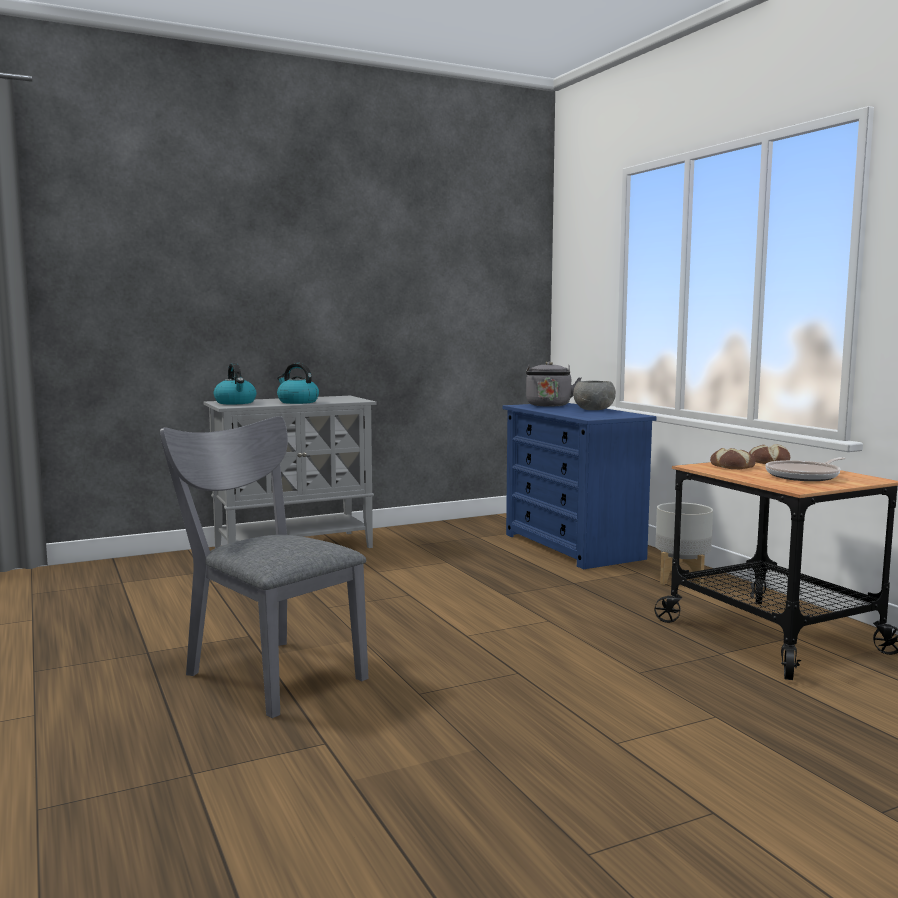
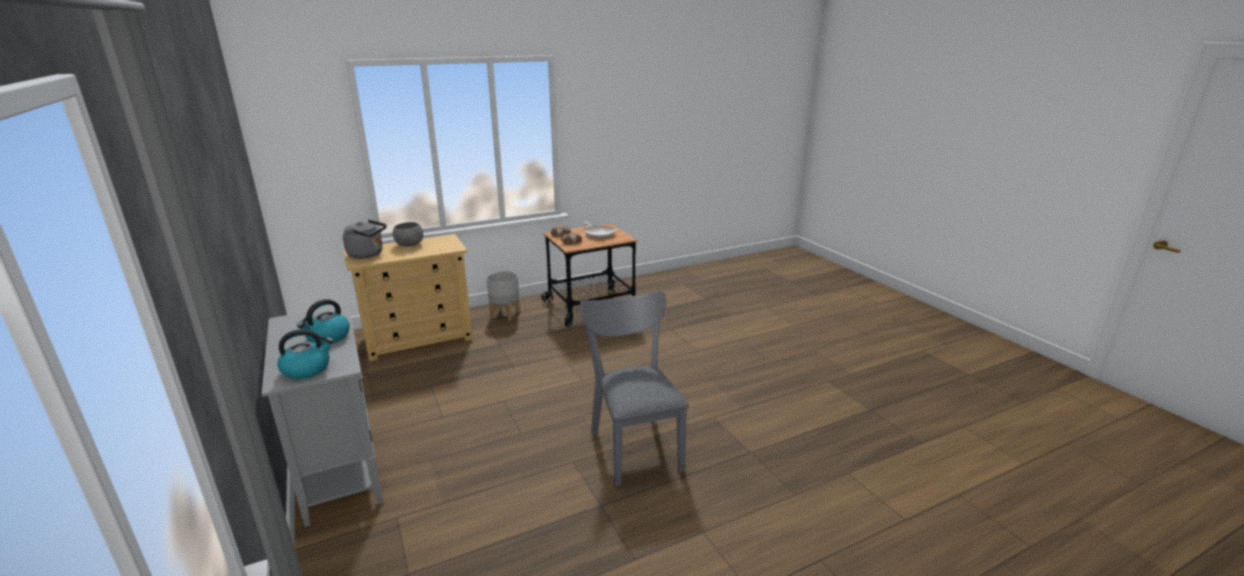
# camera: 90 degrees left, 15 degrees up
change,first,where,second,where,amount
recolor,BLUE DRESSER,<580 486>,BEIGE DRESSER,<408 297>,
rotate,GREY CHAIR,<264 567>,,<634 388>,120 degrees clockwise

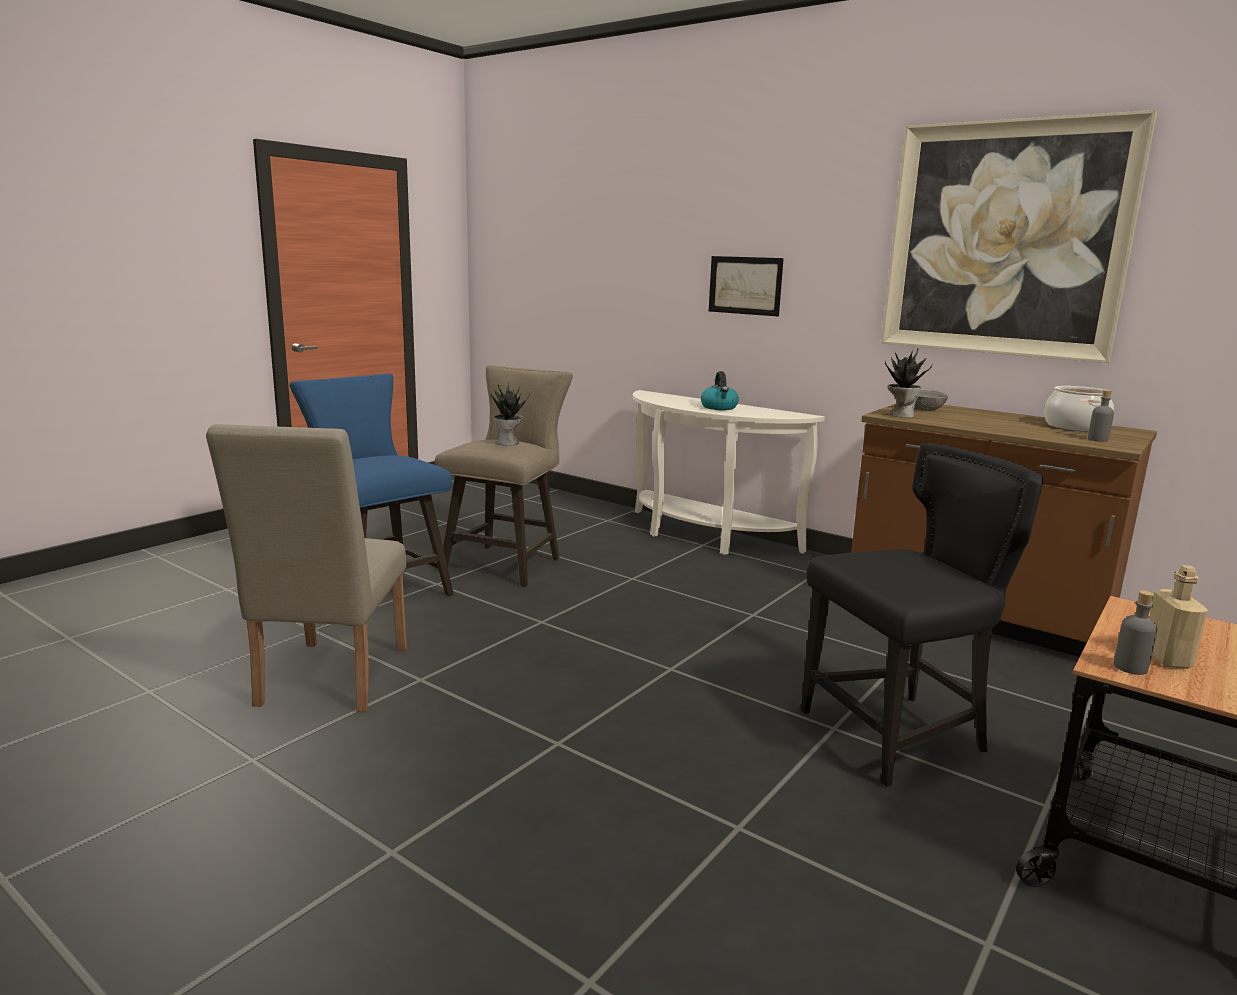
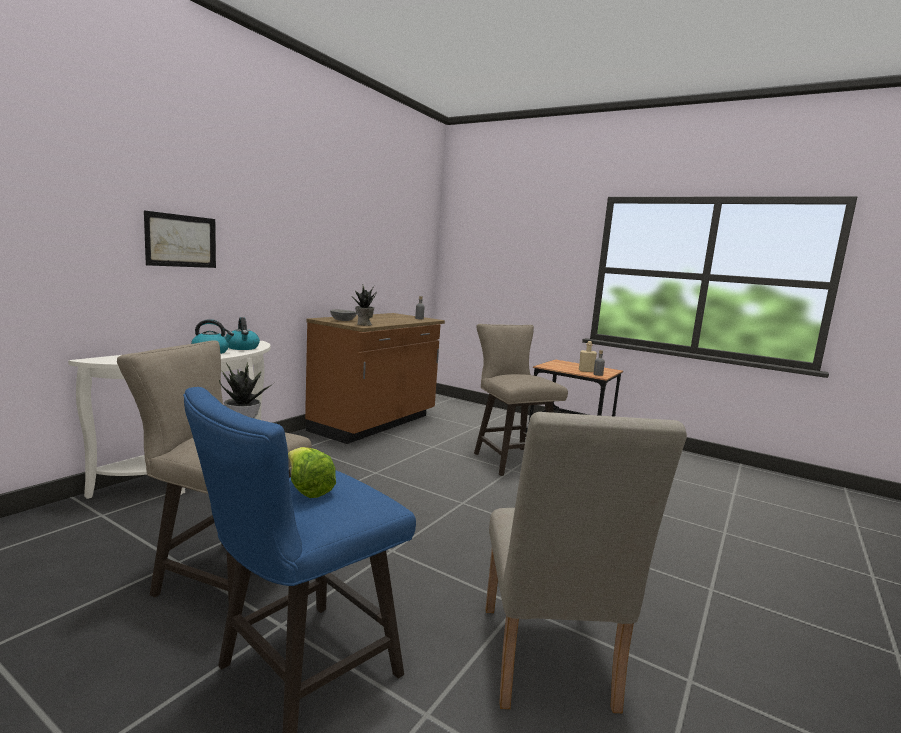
# camera: 95 degrees left, 5 degrees down
change,first,where,second,where,amount
delete,PICTURE,<1019 236>,,,
delete,COOKING POT,<1079 409>,,,
rotate,BEIGE CHAIR,<306 568>,,<586 562>,90 degrees clockwise
replace,BLACK CHAIR,<922 614>,BEIGE STOOL,<521 400>,
insert,,,KETTLE,<244 333>,
insert,,,LETTUCE,<312 472>,

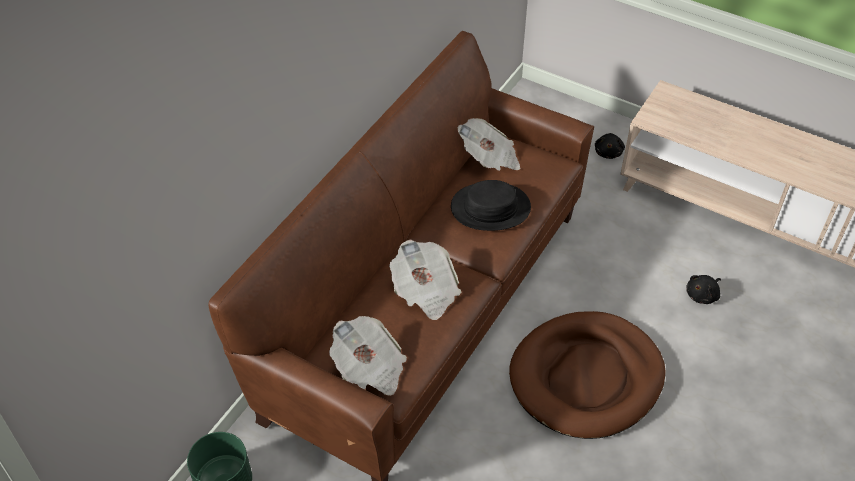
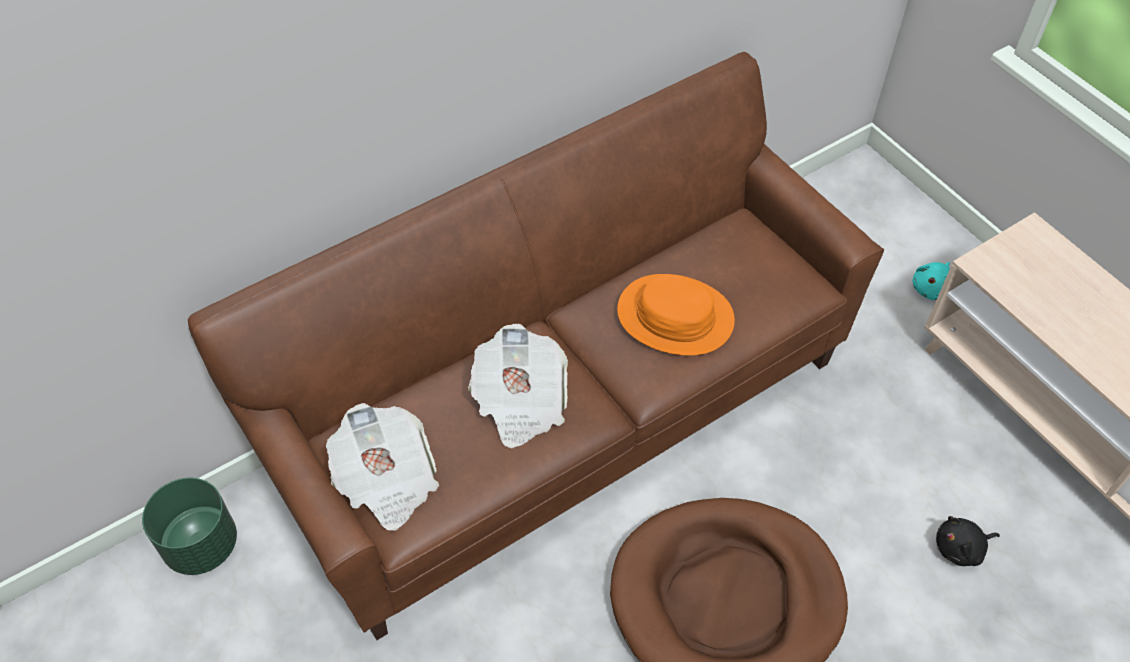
# camera: 25 degrees right, 5 degrees up
change,first,where,second,where,amount
delete,NEWSPAPER,<489 144>,,,
recolor,BLACK PLUSH TOY,<610 146>,TURQUOISE PLUSH TOY,<931 281>,
recolor,BLACK HAT,<491 205>,ORANGE HAT,<676 314>,

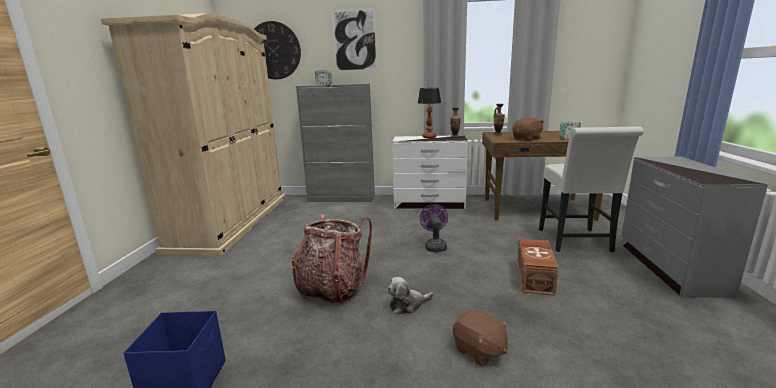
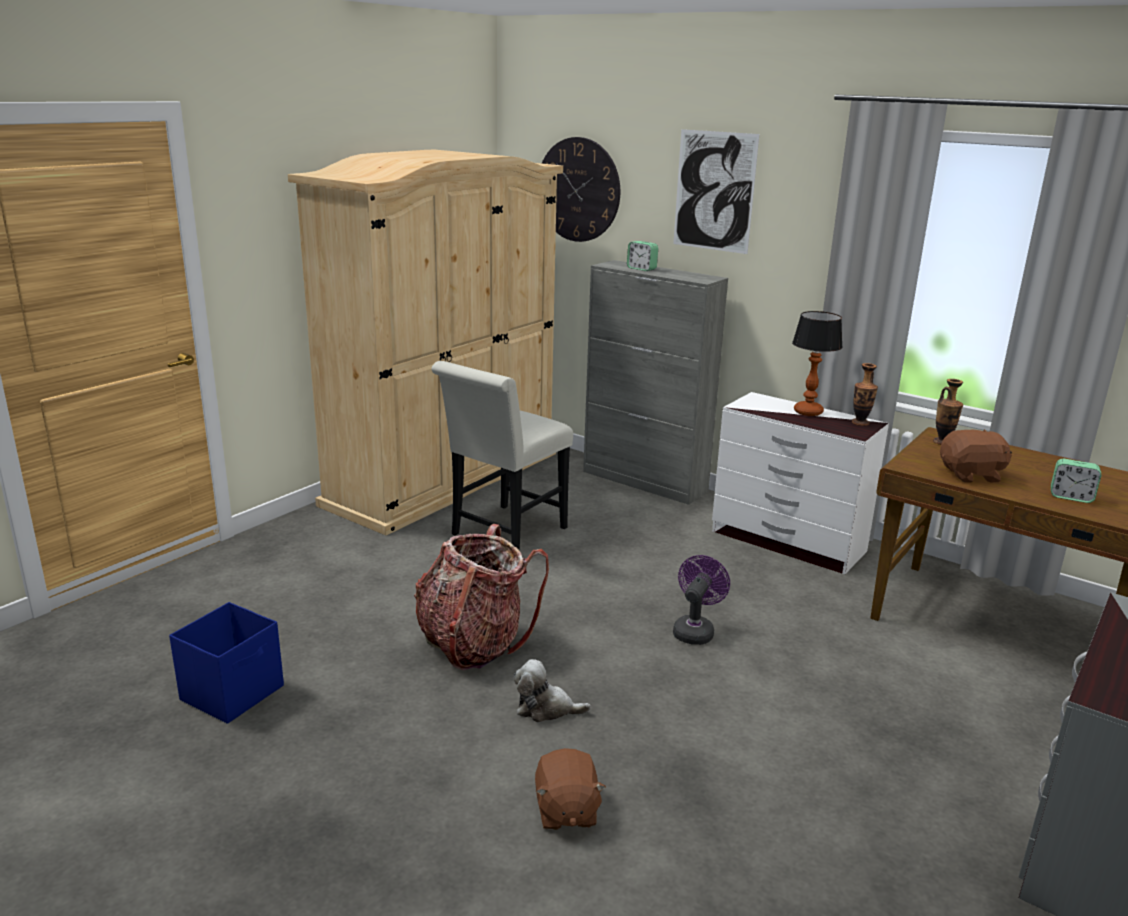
# camera: 30 degrees right, 5 degrees up
change,first,where,second,where,amount
move,WHITE CHAIR,<591 189>,,<502 456>,
delete,BROWN STORAGE BOX,<538 267>,,,

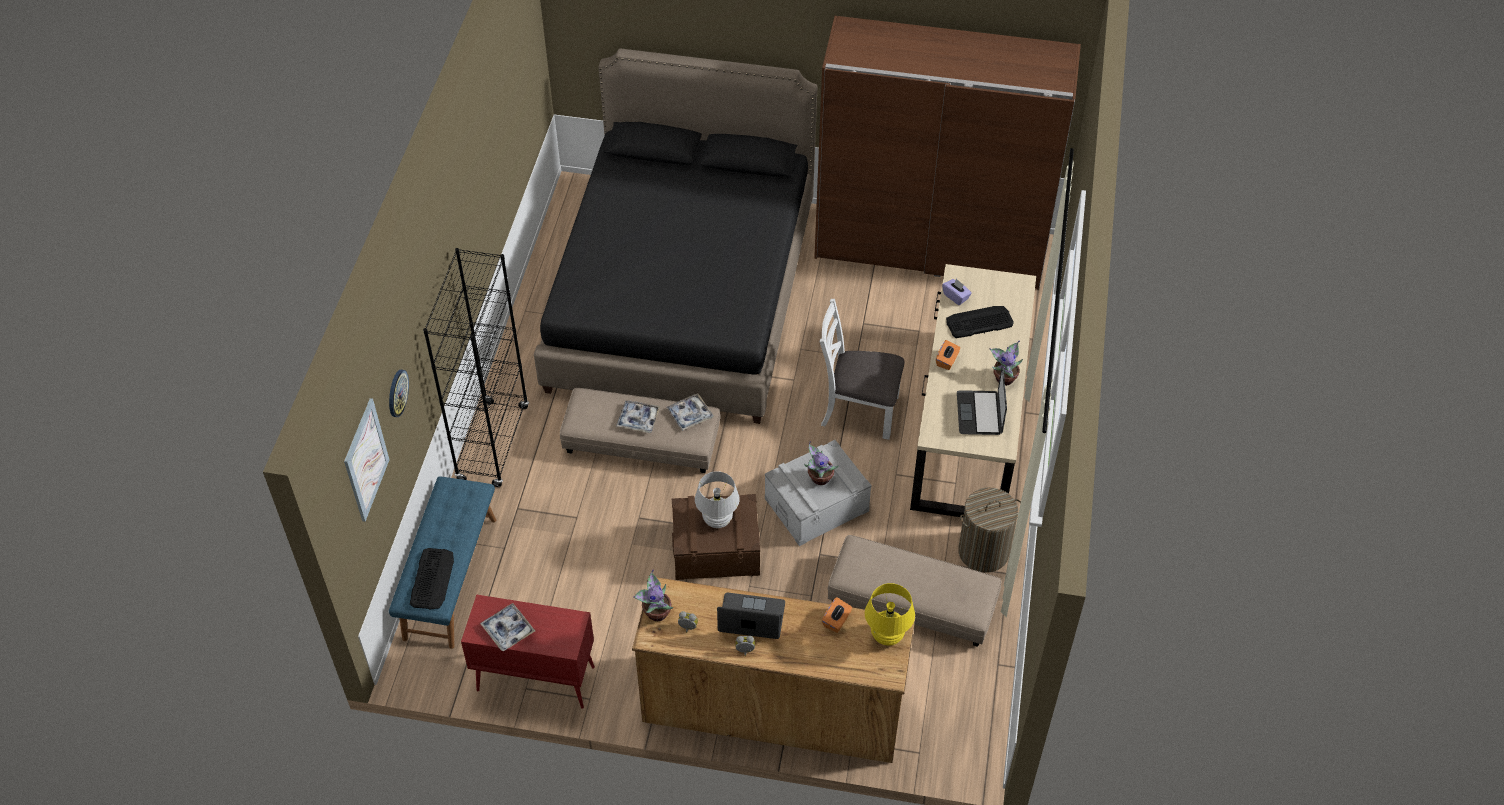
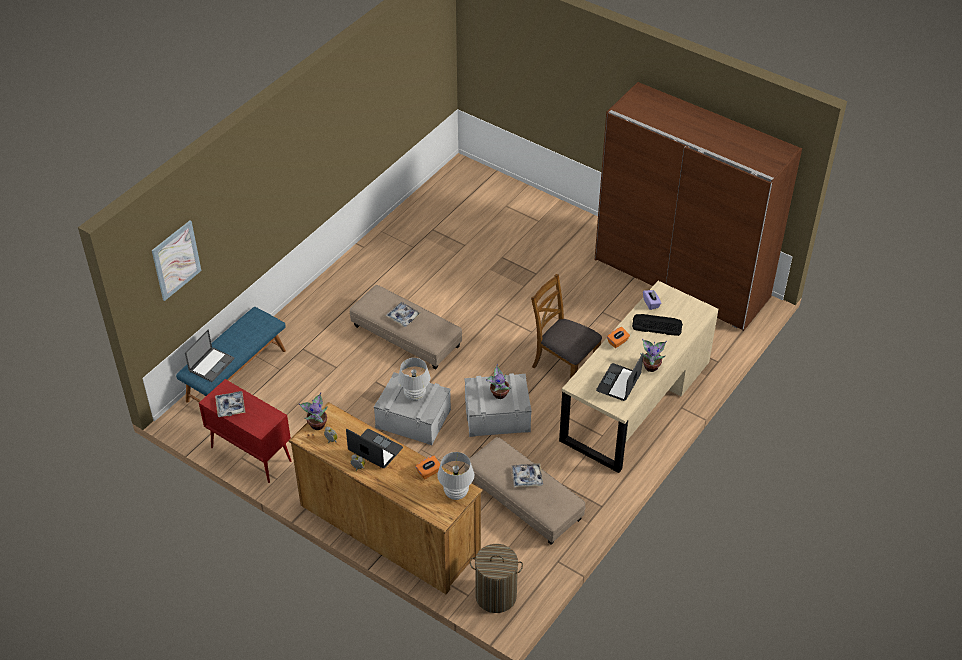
# camera: 25 degrees right, 5 degrees down
change,first,where,second,where,amount
delete,BLACK BED,<675 236>,,,
delete,BLACK BOOKCASE,<476 367>,,,
recolor,WHITE CHAIR,<862 369>,BROWN CHAIR,<566 326>,
delete,WALL CLOCK,<399 393>,,,
move,TRAY,<690 412>,,<527 475>,
move,LAUNDRY BASKET,<989 530>,,<496 578>,
recolor,BROWN STORAGE BOX,<716 536>,GREY STORAGE BOX,<412 408>,
replace,KEYBOARD,<432 579>,LAPTOP,<210 355>,
recolor,YELLOW TABLE LAMP,<890 614>,WHITE TABLE LAMP,<455 476>,

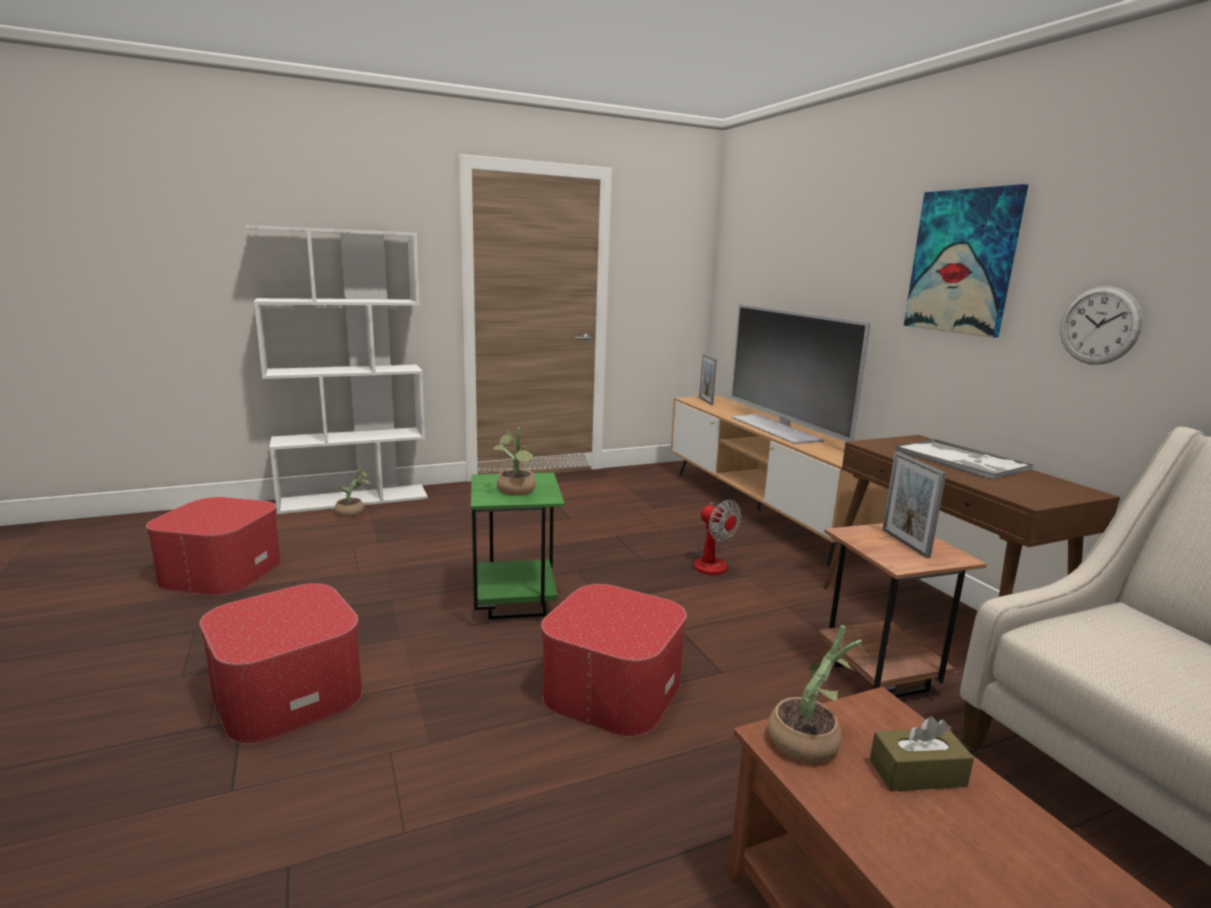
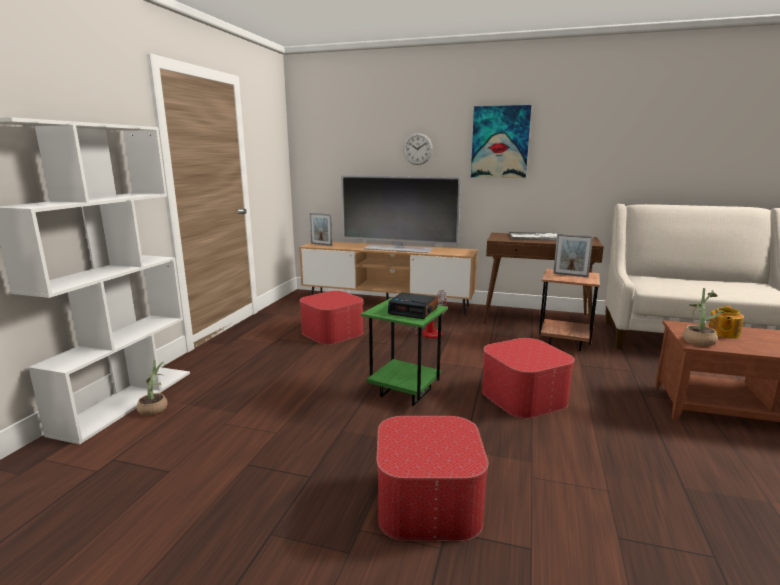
# camera: 50 degrees left, 0 degrees up
change,first,where,second,where,amount
move,WALL CLOCK,<1101 325>,,<418 149>,
replace,POTTED PLANT,<514 461>,ALARM CLOCK,<413 306>,
move,OTTOMAN,<213 546>,,<331 318>,
replace,BROWN TISSUE BOX,<922 754>,TEAPOT,<726 322>,

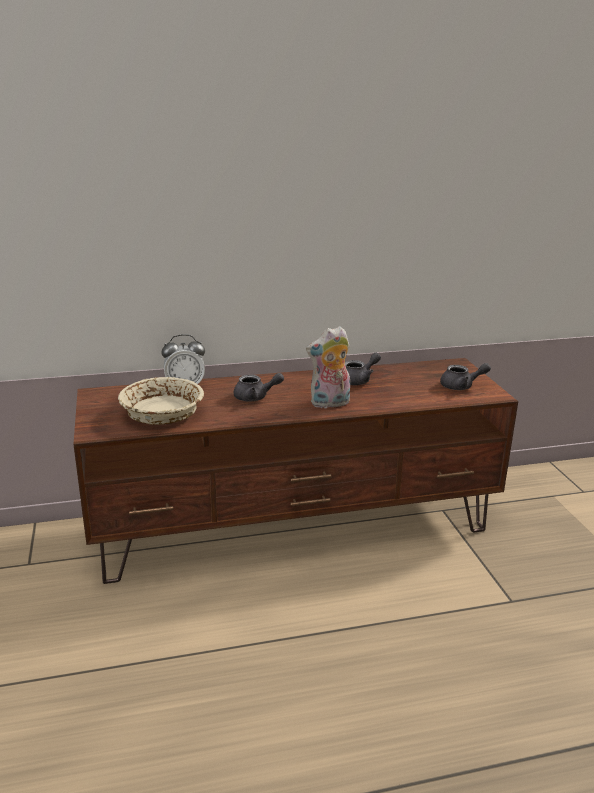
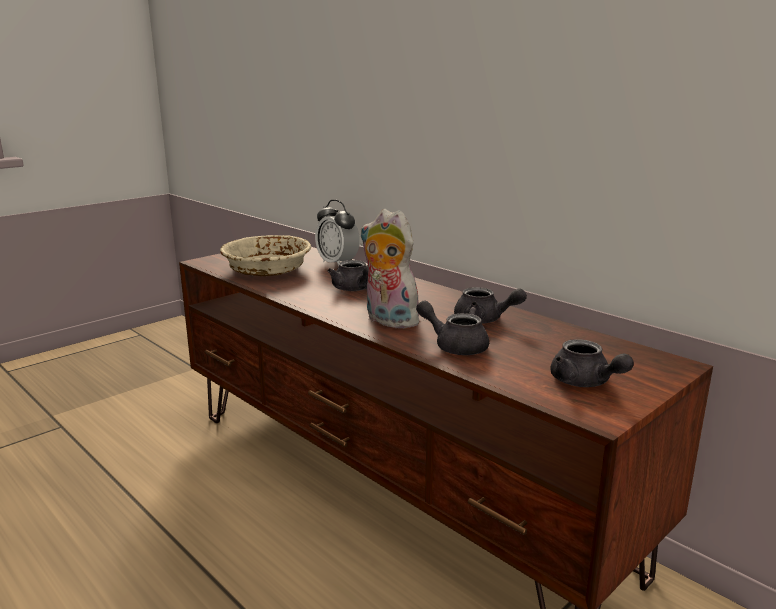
# camera: 60 degrees right, 5 degrees down
change,first,where,second,where,amount
insert,,,GREY TEAPOT,<452 327>,

